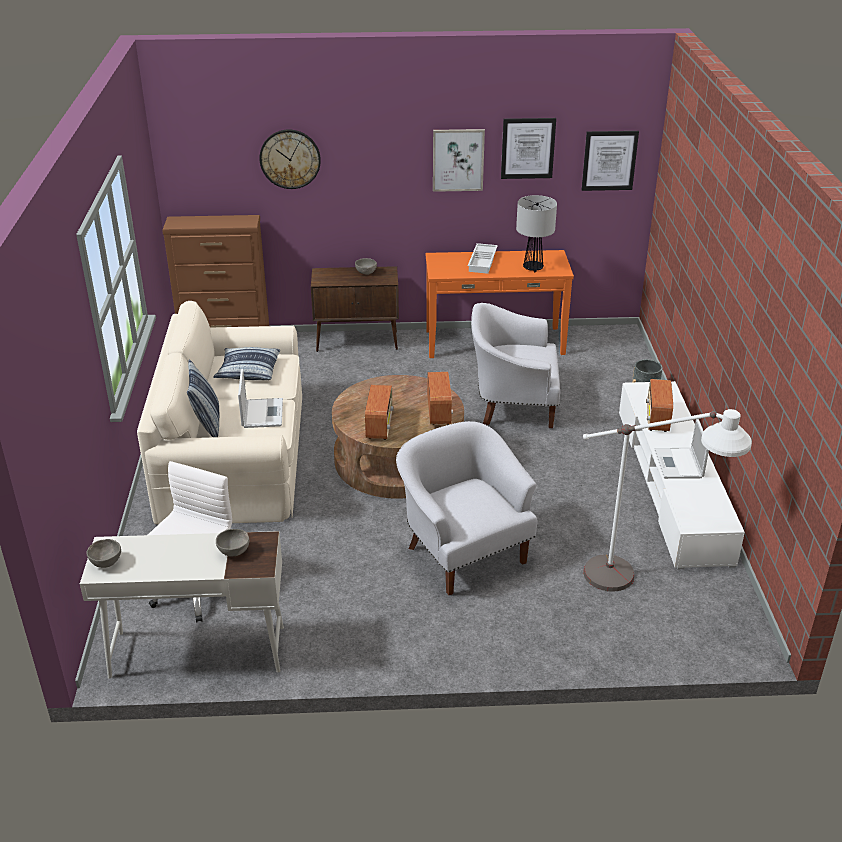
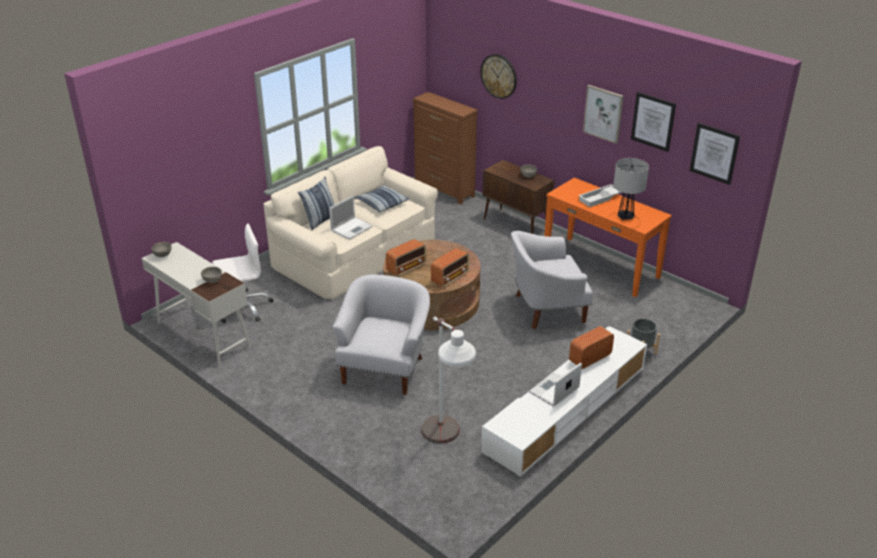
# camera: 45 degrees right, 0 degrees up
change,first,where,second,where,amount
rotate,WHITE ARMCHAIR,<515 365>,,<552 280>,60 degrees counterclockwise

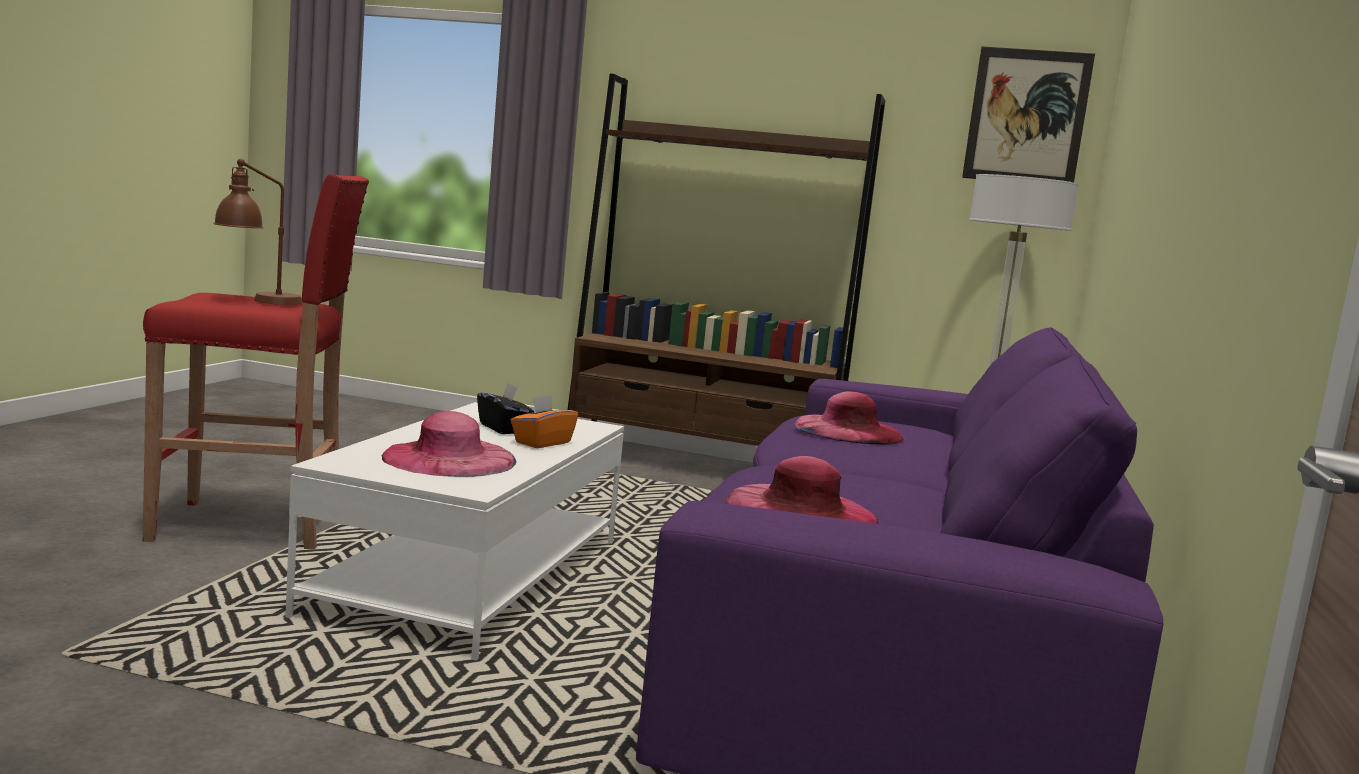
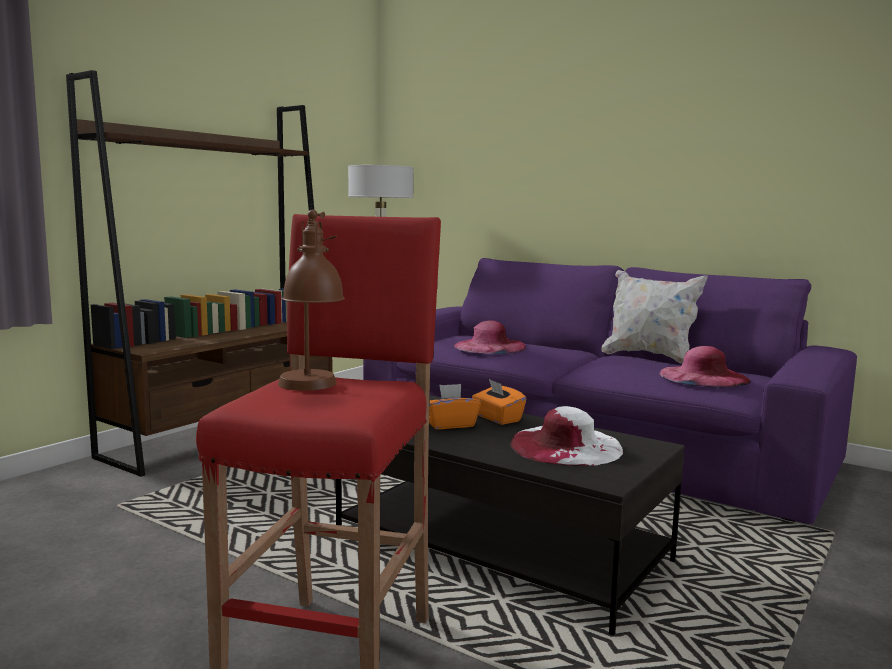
# camera: 70 degrees left, 0 degrees up
change,first,where,second,where,amount
delete,PICTURE,<1028 114>,,,
recolor,BLACK TISSUE BOX,<506 408>,ORANGE TISSUE BOX,<455 406>,
recolor,WHITE COFFEE TABLE,<454 531>,BLACK COFFEE TABLE,<510 515>,
recolor,PINK HAT,<448 444>,WHITE HAT,<566 436>,
insert,,,WHITE PILLOW,<654 317>,

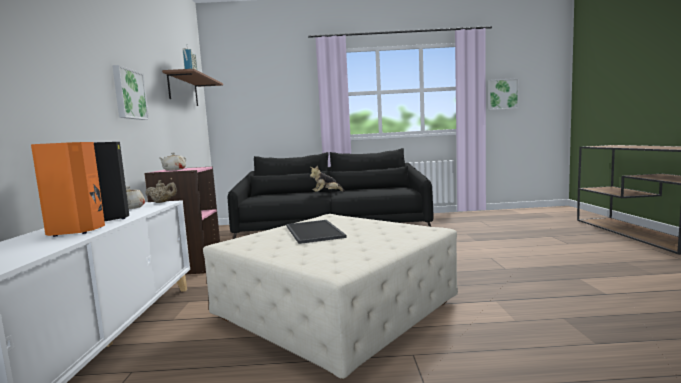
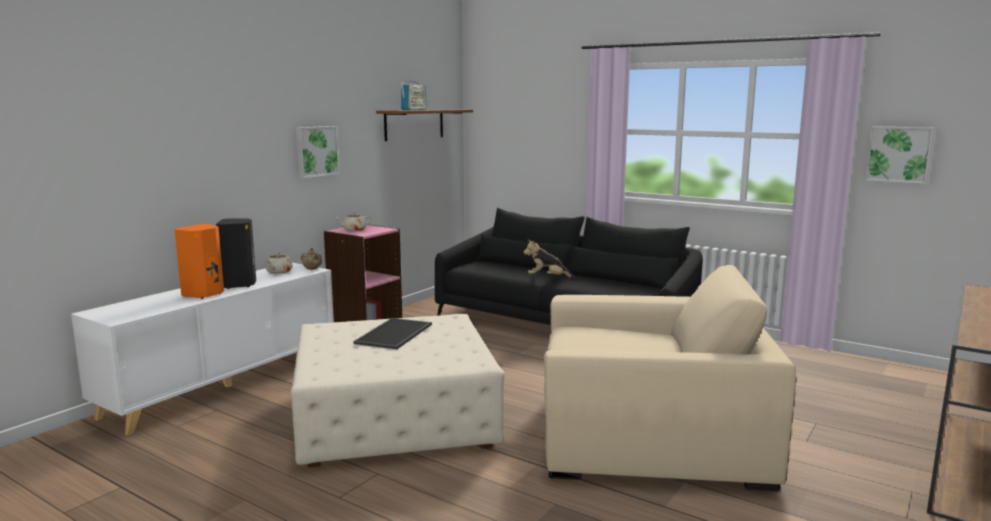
# camera: 35 degrees right, 5 degrees up
change,first,where,second,where,amount
insert,,,BEIGE ARMCHAIR,<670 378>,

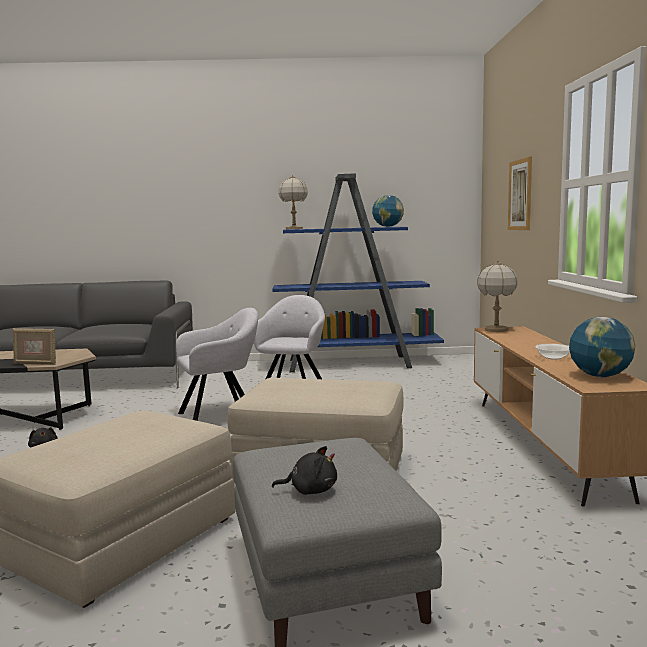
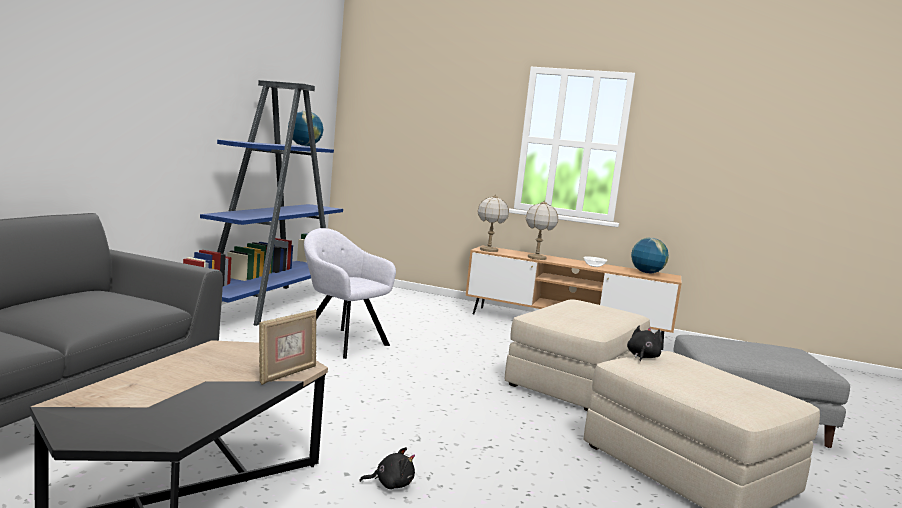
# camera: 70 degrees left, 0 degrees up
change,first,where,second,where,amount
delete,PICTURE,<520 193>,,,
move,TABLE LAMP,<293 202>,,<542 230>,
delete,GREY ARMCHAIR,<217 364>,,,
move,BLACK PLUSH TOY,<304 470>,,<644 343>,

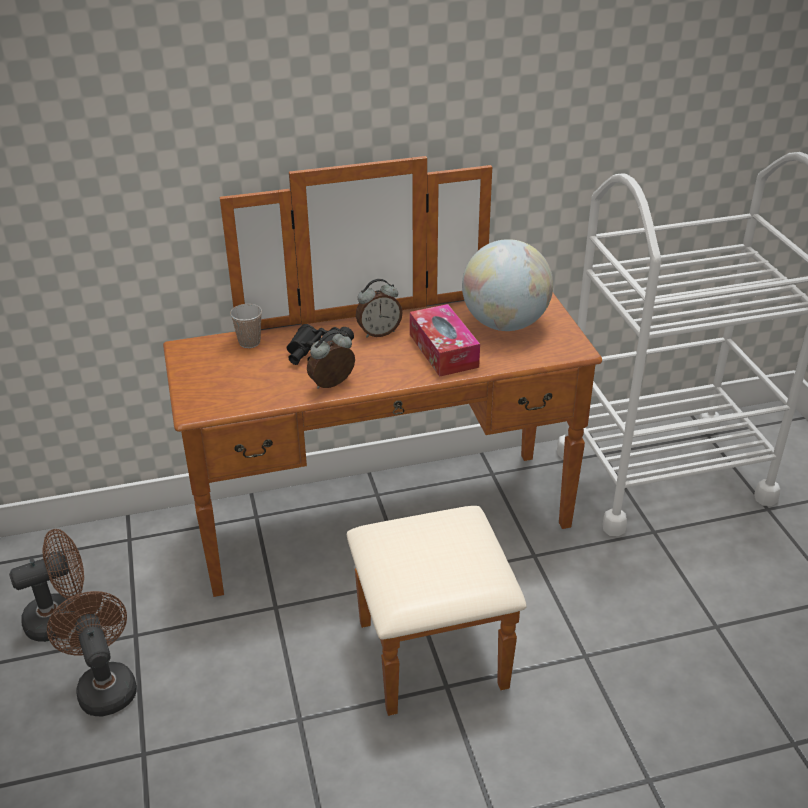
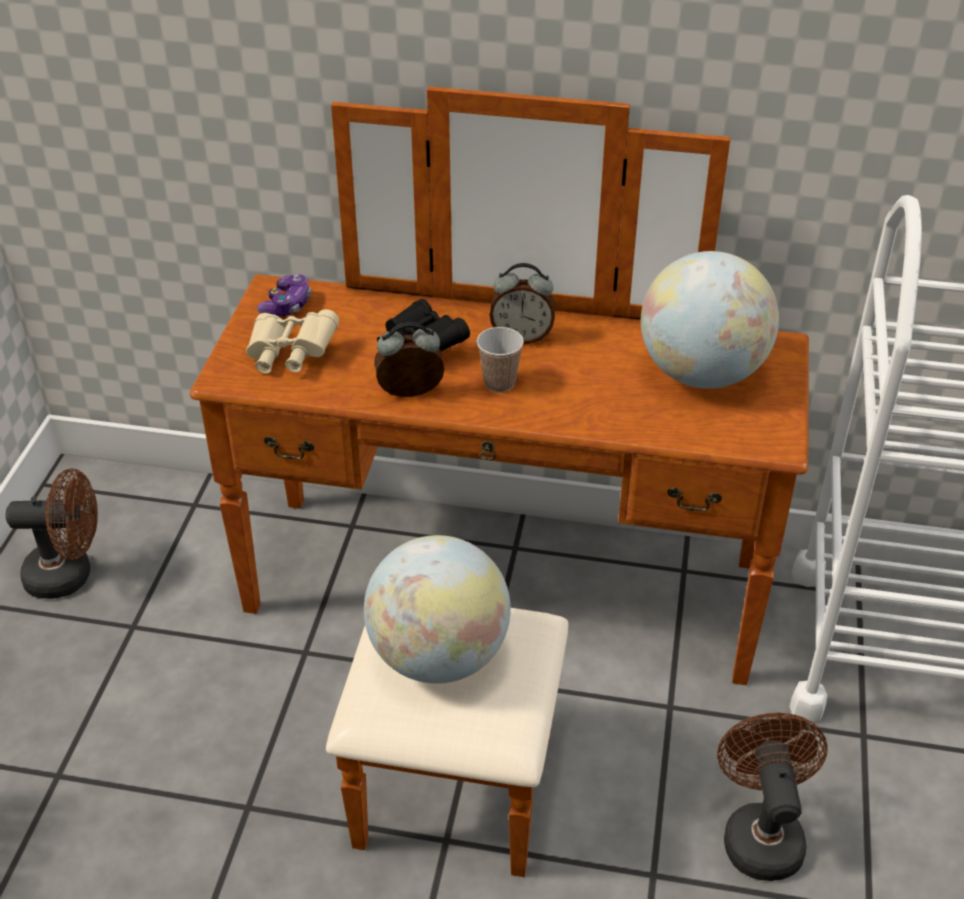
# camera: 25 degrees right, 5 degrees up
change,first,where,second,where,amount
move,CUP,<246 326>,,<500 360>,
delete,TISSUE BOX,<445 340>,,,
move,BROWN FAN,<92 653>,,<772 796>,
insert,,,GAME CONTROLLER,<284 295>,
insert,,,BEIGE BINOCULARS,<292 341>,
insert,,,GLOBE,<437 609>,

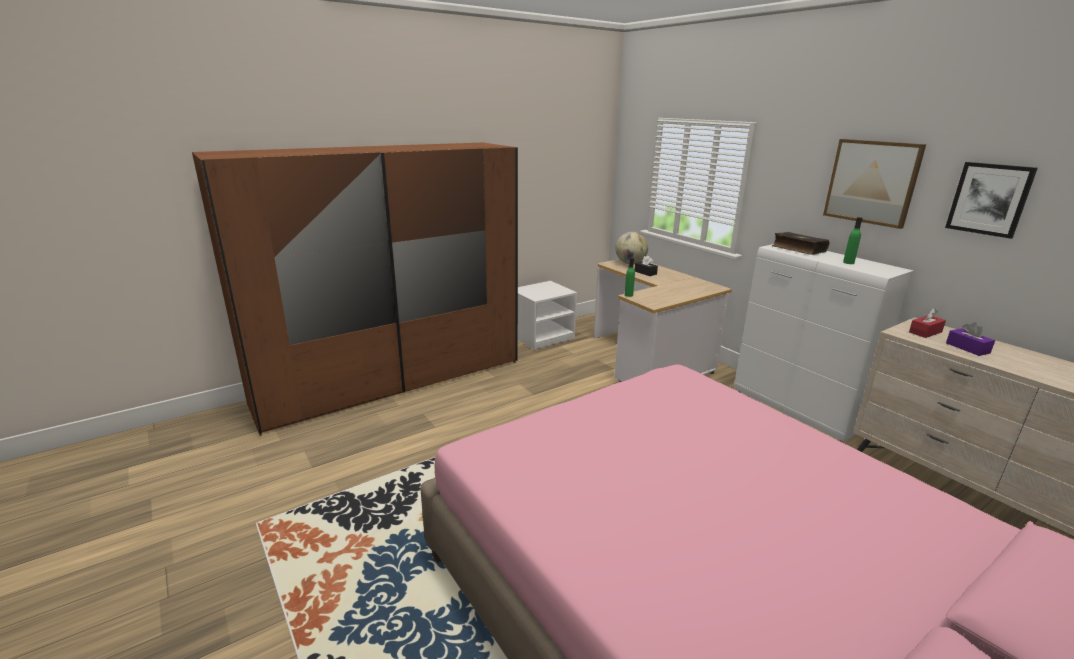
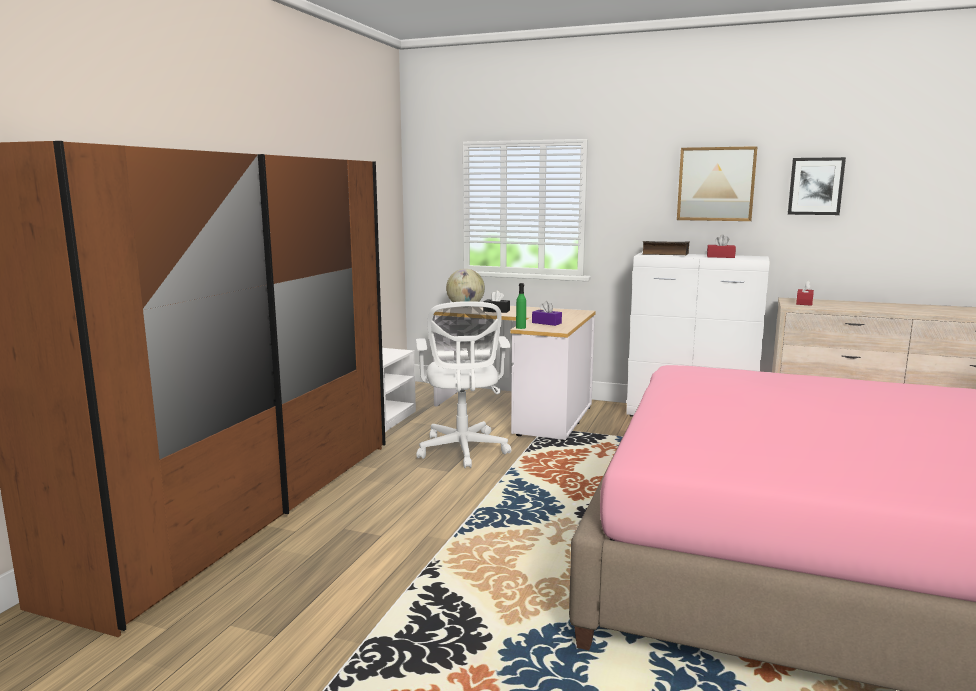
# camera: 35 degrees left, 10 degrees down
change,first,where,second,where,amount
replace,GREEN BOTTLE,<853 240>,RED TISSUE BOX,<721 246>,
move,PURPLE TISSUE BOX,<970 339>,,<547 313>,
insert,,,WHITE OFFICE CHAIR,<463 384>,

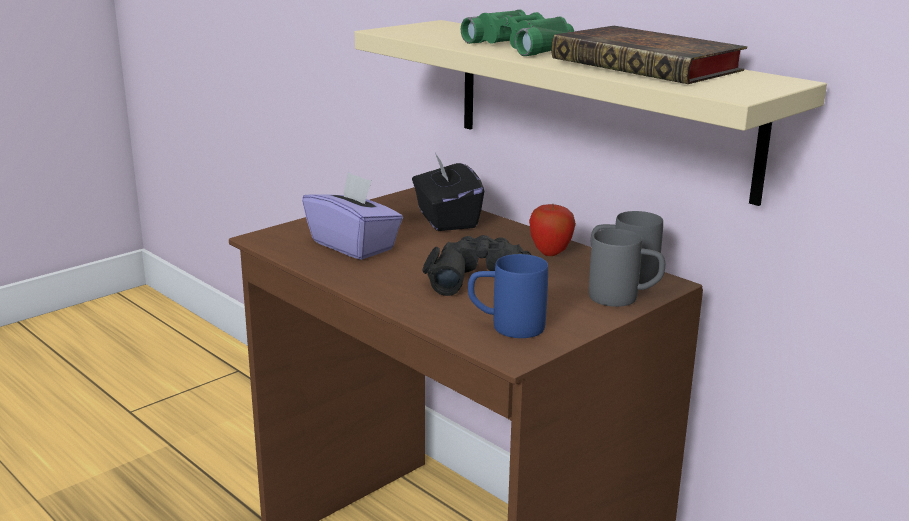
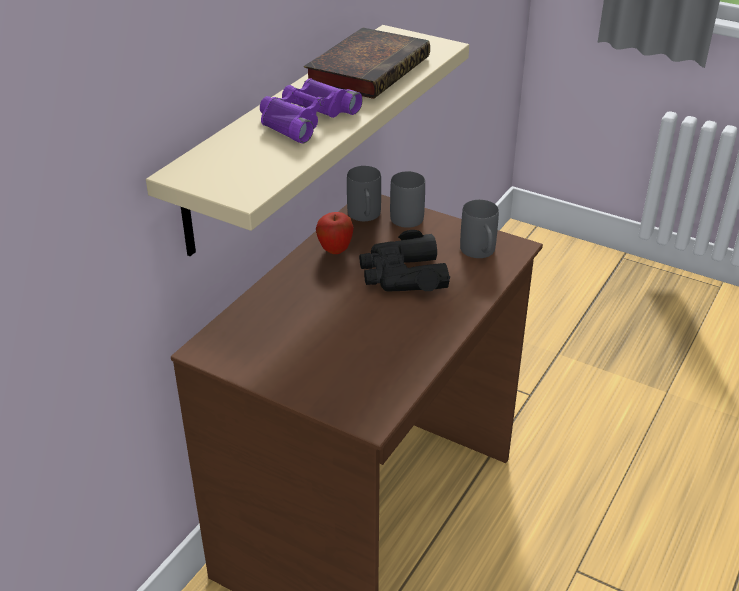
# camera: 105 degrees left, 15 degrees up
change,first,where,second,where,amount
recolor,GREEN BINOCULARS,<517 33>,PURPLE BINOCULARS,<311 111>,
delete,BLACK TISSUE BOX,<448 192>,,,
delete,PURPLE TISSUE BOX,<352 216>,,,
recolor,BLUE MUG,<508 296>,GREY MUG,<479 229>,

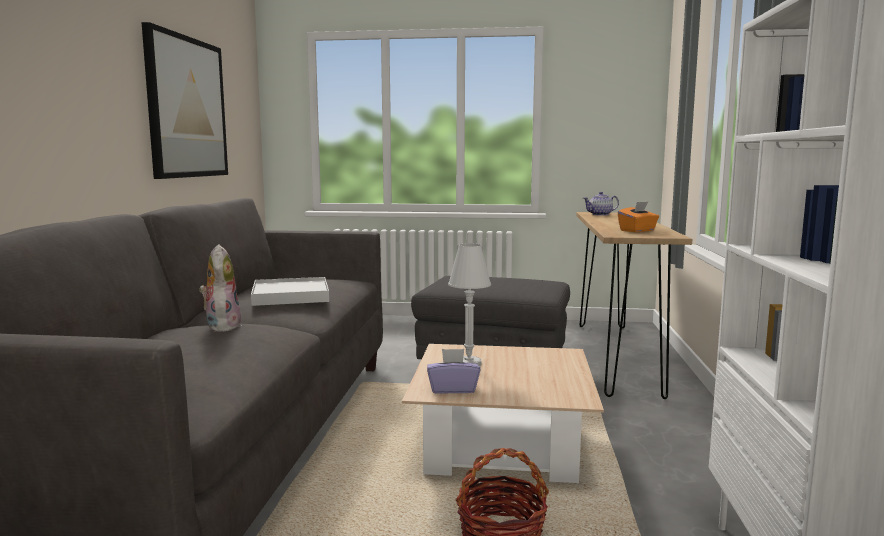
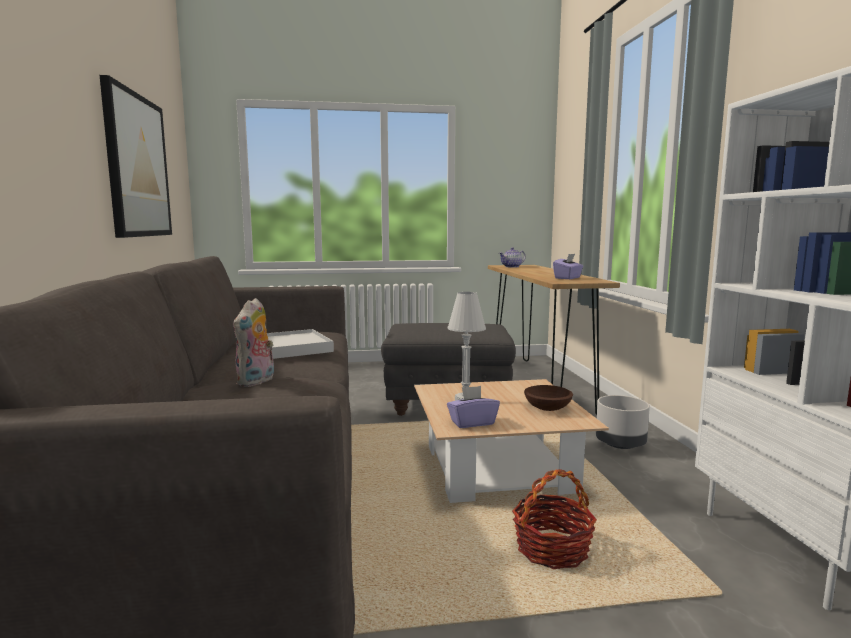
# camera: 15 degrees left, 0 degrees up
change,first,where,second,where,amount
recolor,ORANGE TISSUE BOX,<638 217>,PURPLE TISSUE BOX,<568 266>,
rotate,PLUSH TOY,<220 288>,,<253 342>,135 degrees counterclockwise
insert,,,BROWN BOWL,<548 398>,
insert,,,GREY PLANTER,<623 422>,

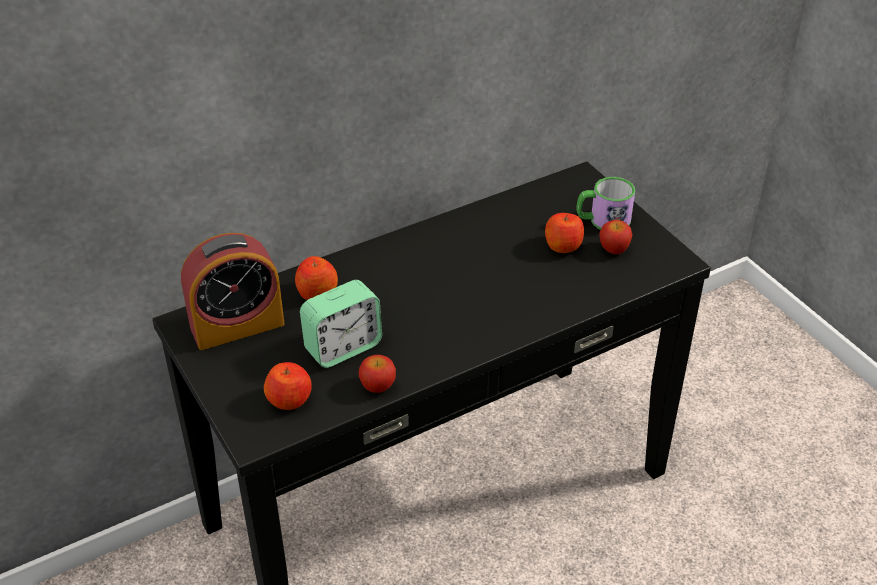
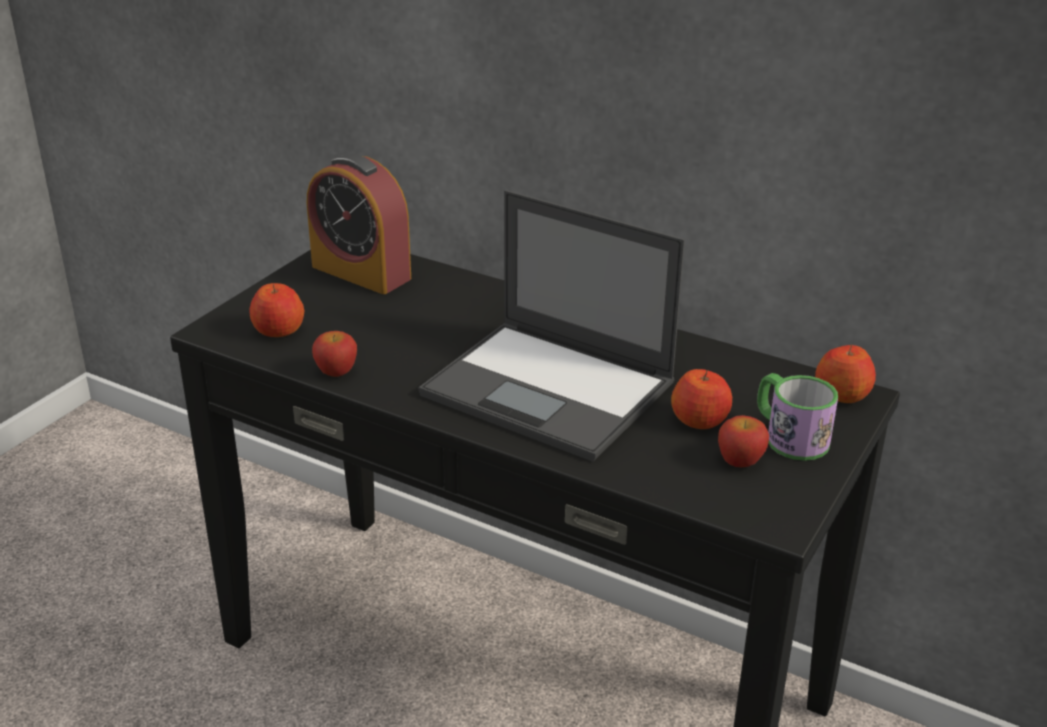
# camera: 60 degrees right, 10 degrees down
change,first,where,second,where,amount
move,APPLE,<316 278>,,<845 373>,
delete,ALARM CLOCK,<341 324>,,,
insert,,,LAPTOP,<552 325>,

